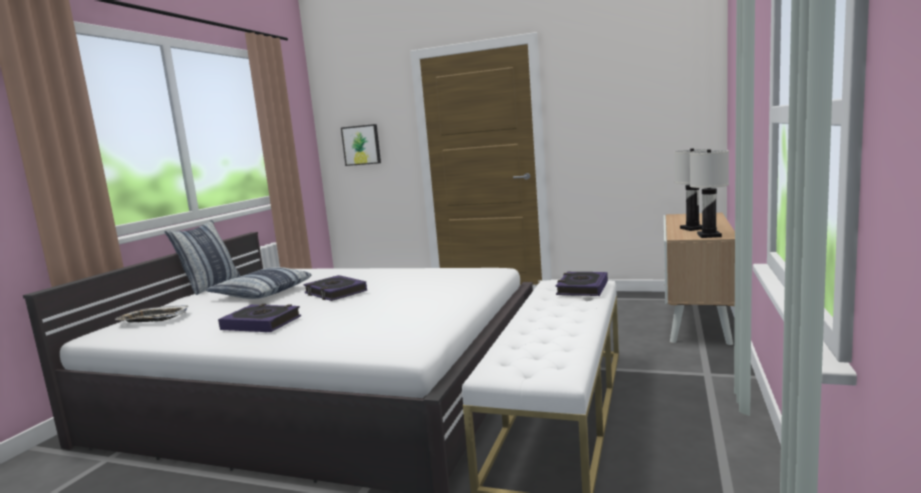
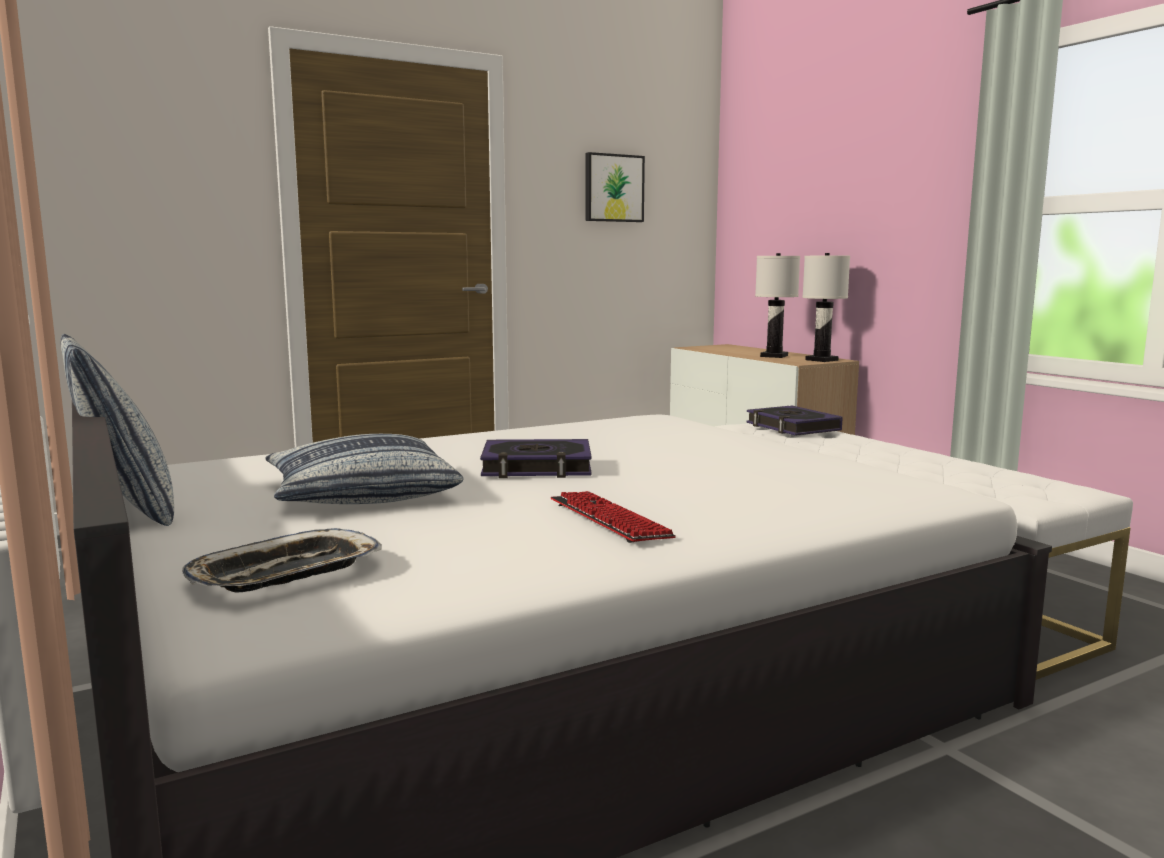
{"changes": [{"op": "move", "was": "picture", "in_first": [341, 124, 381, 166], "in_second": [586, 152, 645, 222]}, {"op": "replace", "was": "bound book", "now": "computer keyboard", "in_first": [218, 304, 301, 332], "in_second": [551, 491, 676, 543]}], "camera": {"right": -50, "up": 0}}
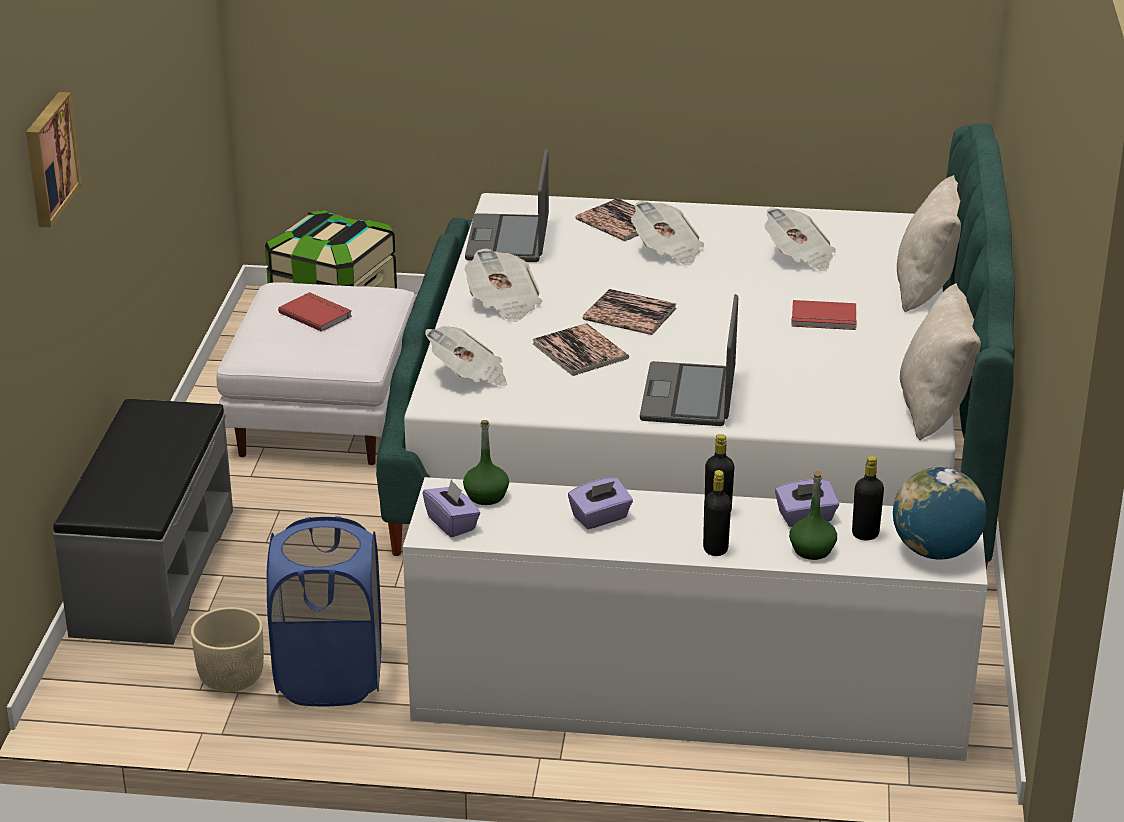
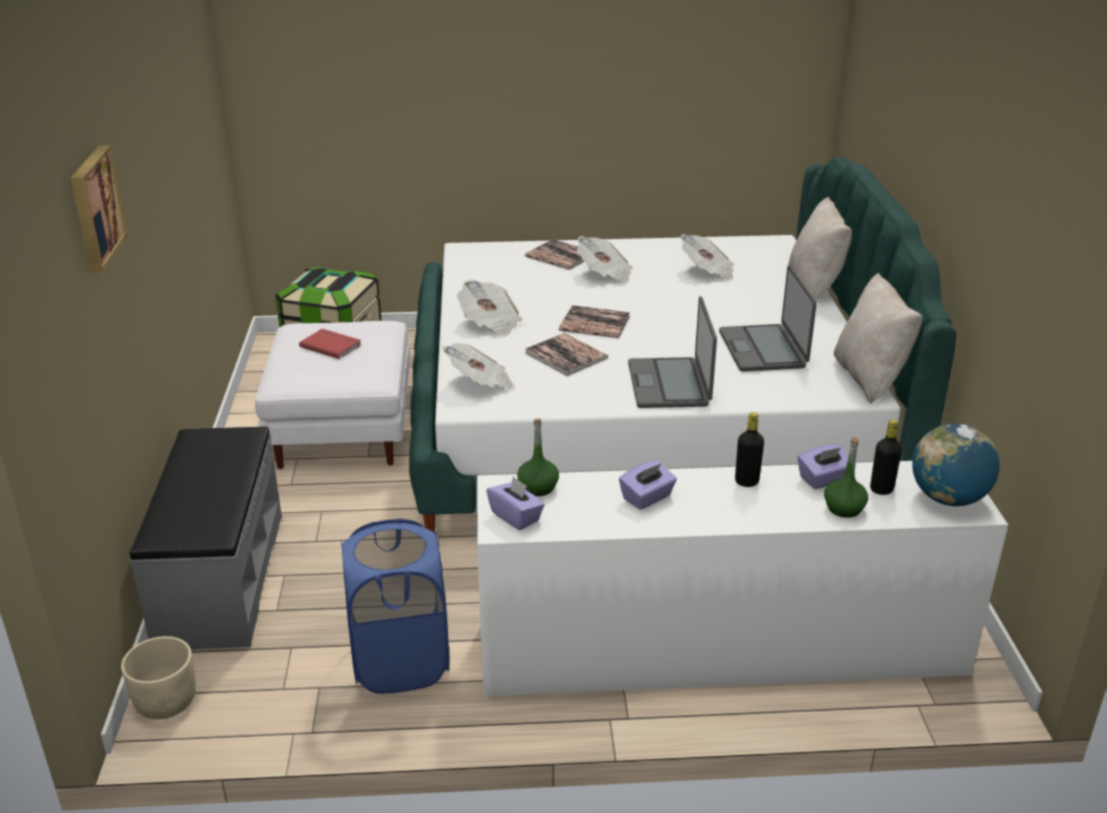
{"changes": [{"op": "delete", "was": "blackish beverage bottle", "in_first": [703, 470, 731, 556]}, {"op": "delete", "was": "red-coloured bound book", "in_first": [791, 300, 857, 330]}, {"op": "move", "was": "beige planter", "in_first": [191, 607, 264, 692], "in_second": [121, 636, 196, 719]}, {"op": "move", "was": "laptop", "in_first": [465, 149, 549, 262], "in_second": [719, 265, 817, 372]}], "camera": {"right": -10, "up": 0}}
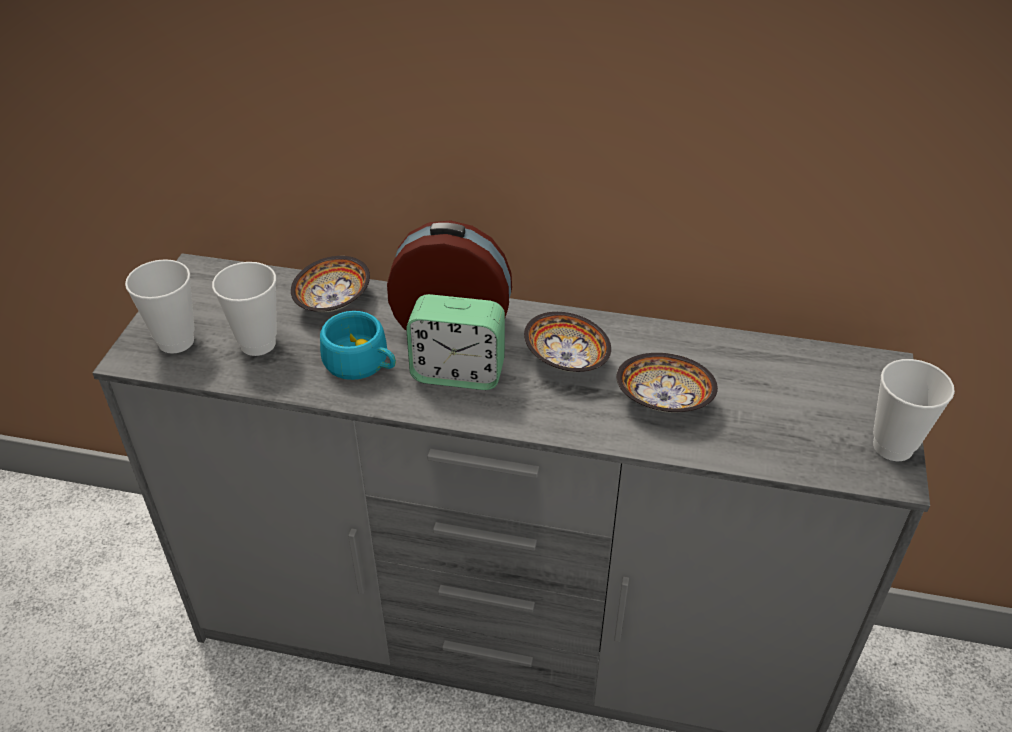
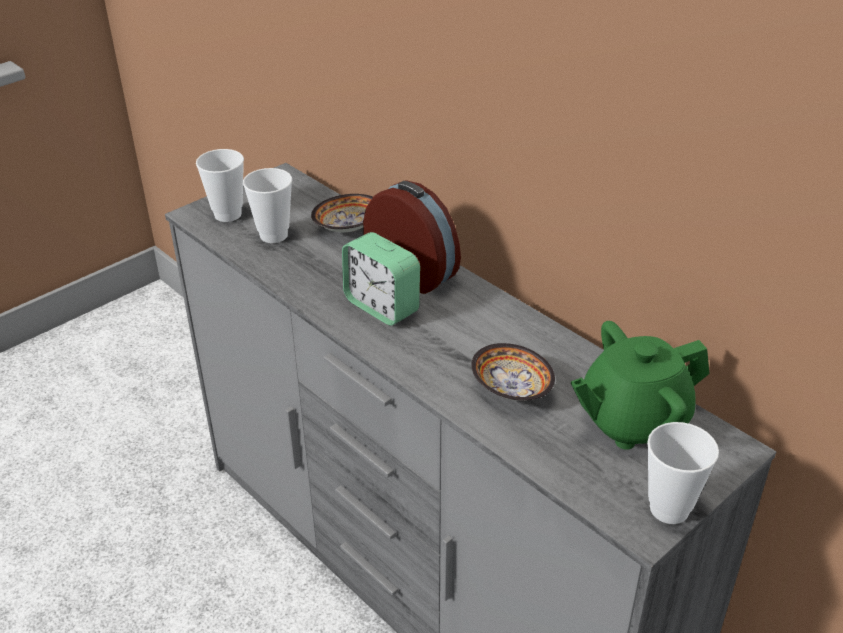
{"changes": [{"op": "delete", "was": "turquoise drinking cup", "in_first": [320, 311, 396, 380]}, {"op": "delete", "was": "serving bowl", "in_first": [524, 312, 611, 372]}, {"op": "insert", "now": "greenish pot for tea", "in_second": [571, 321, 709, 450]}], "camera": {"right": 35, "up": -5}}
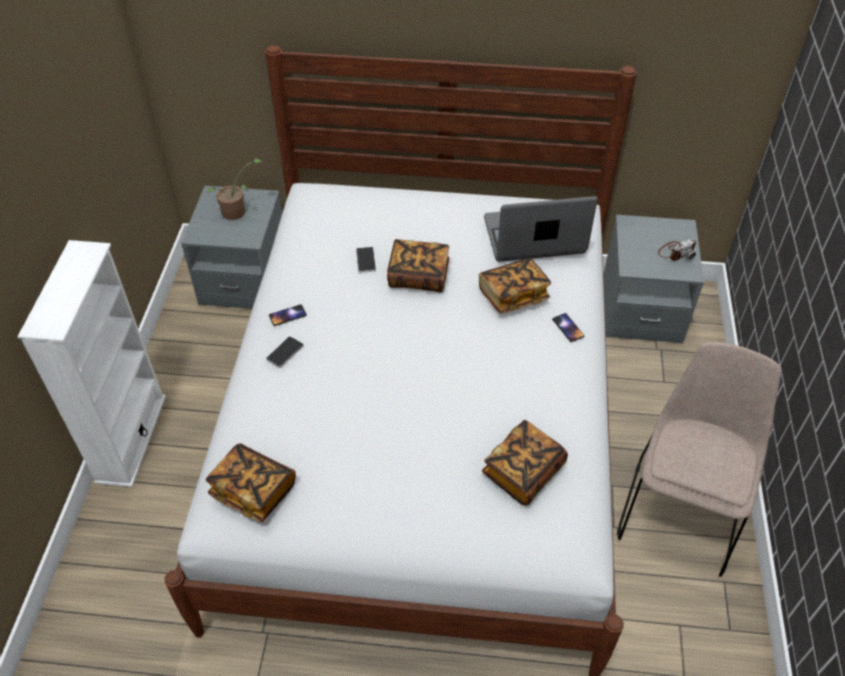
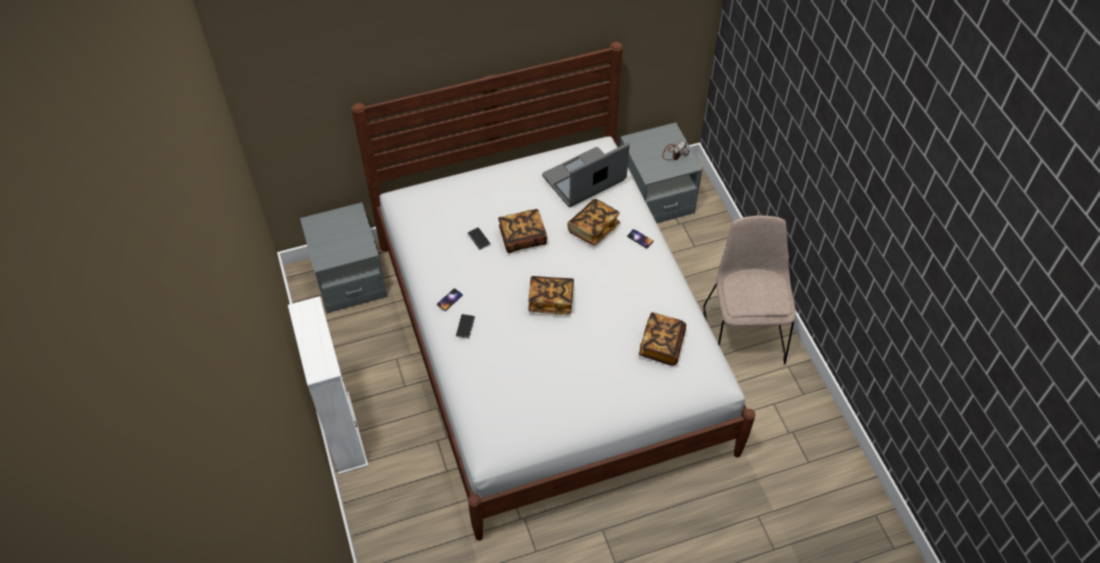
{"changes": [{"op": "delete", "was": "plant in a pot", "in_first": [207, 158, 263, 220]}, {"op": "move", "was": "bound book", "in_first": [206, 443, 296, 522], "in_second": [528, 276, 574, 315]}], "camera": {"right": -25, "up": 5}}
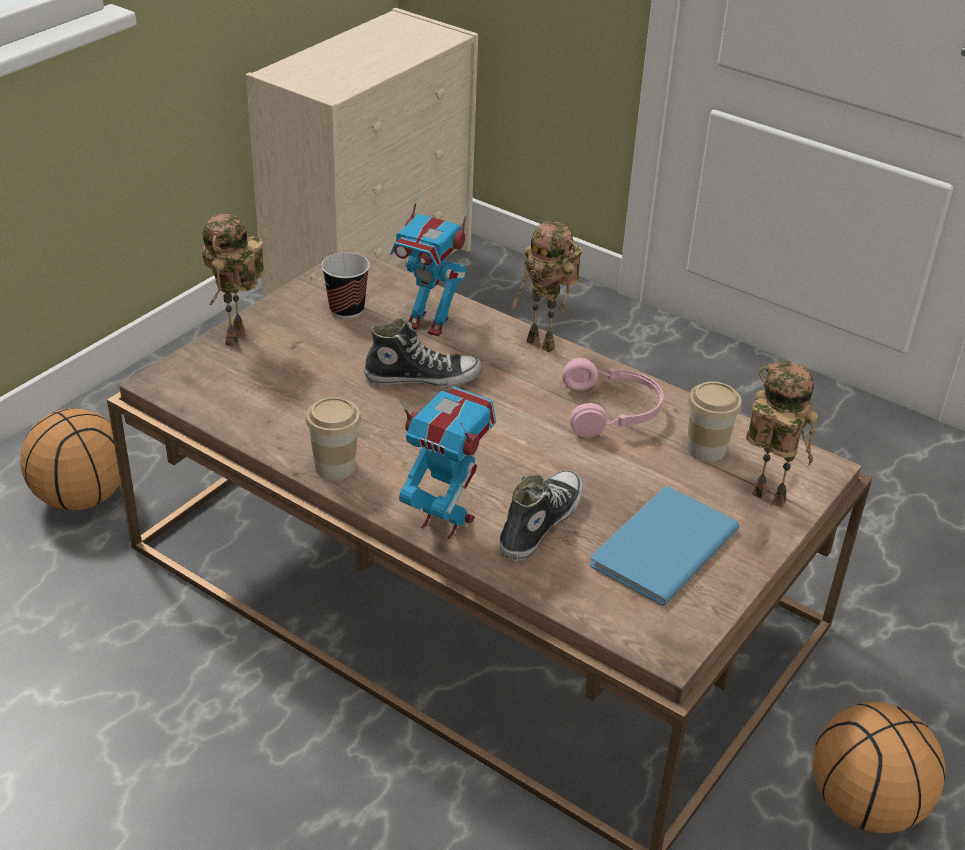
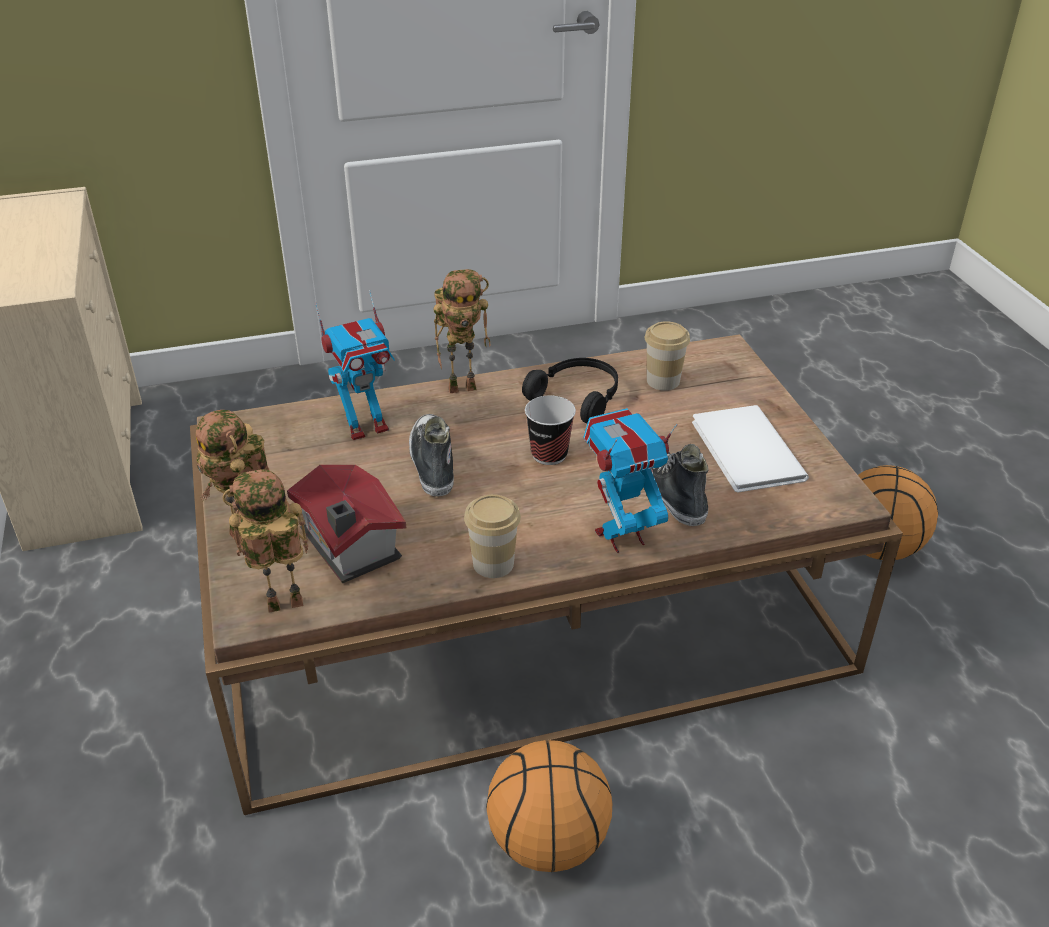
{"changes": [{"op": "insert", "now": "toy house", "in_second": [287, 465, 406, 584]}, {"op": "move", "was": "ball for basketball", "in_first": [20, 408, 121, 510], "in_second": [486, 740, 612, 872]}, {"op": "move", "was": "drinking cup", "in_first": [321, 252, 370, 319], "in_second": [525, 395, 576, 465]}, {"op": "move", "was": "robot figure", "in_first": [746, 361, 818, 508], "in_second": [222, 469, 308, 613]}, {"op": "recolor", "was": "pink-coloured headphones", "now": "blackish headphones", "in_first": [562, 358, 663, 437], "in_second": [522, 358, 618, 423]}, {"op": "recolor", "was": "blue bound book", "now": "whitish bound book", "in_first": [590, 486, 740, 605], "in_second": [692, 405, 809, 492]}, {"op": "rotate", "was": "low shoe", "in_first": [364, 319, 483, 388], "in_second": [409, 414, 454, 497], "clockwise": -45}], "camera": {"right": -50, "up": 0}}
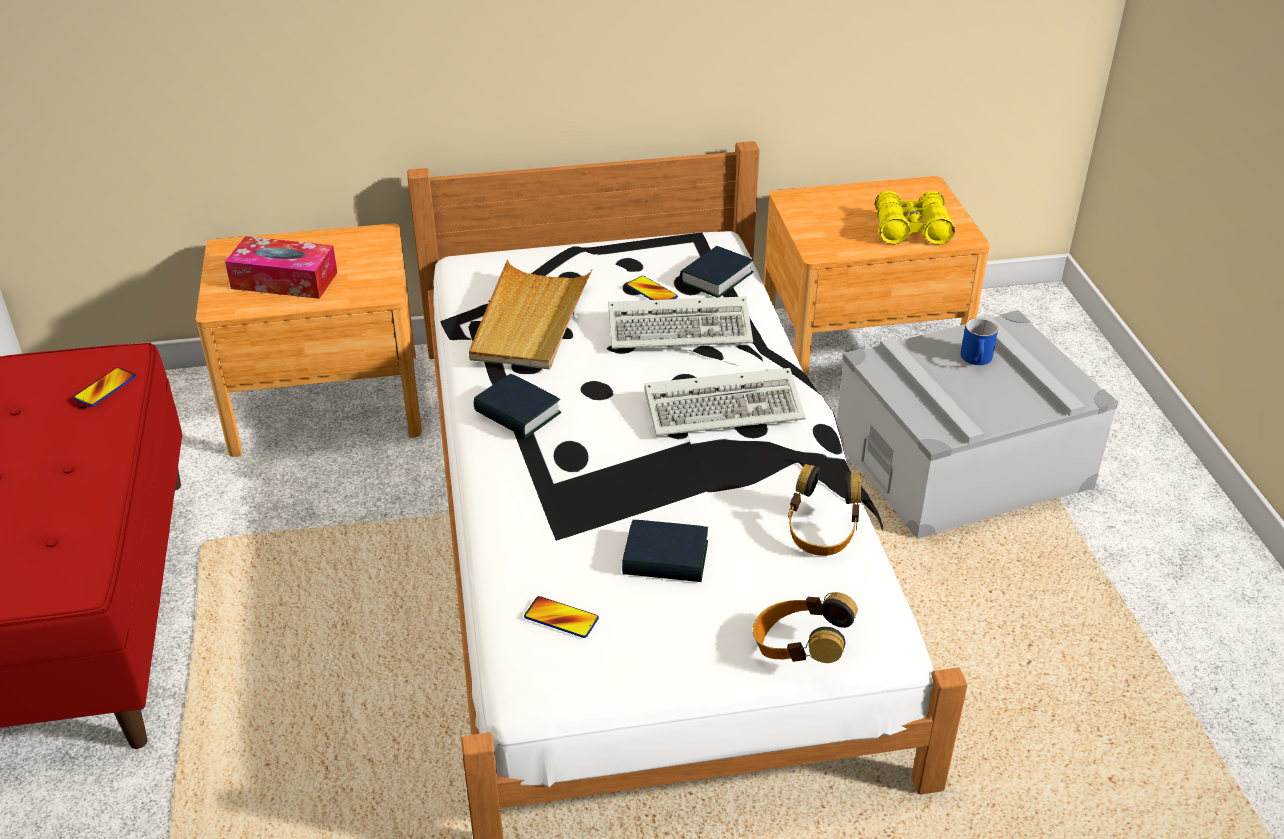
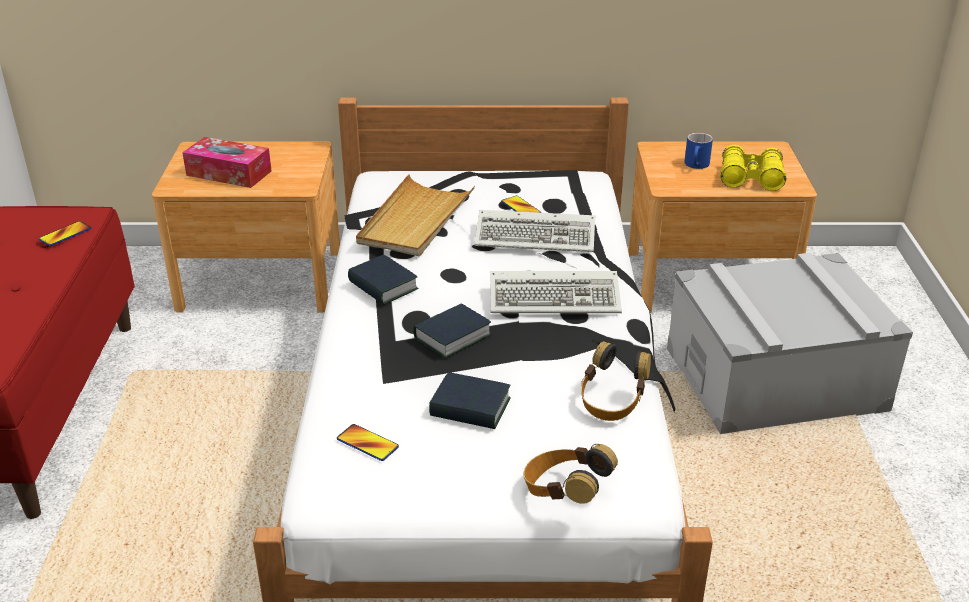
{"changes": [{"op": "move", "was": "bound book", "in_first": [680, 246, 754, 298], "in_second": [413, 303, 492, 358]}, {"op": "move", "was": "blue coffee mug", "in_first": [960, 318, 998, 365], "in_second": [685, 133, 713, 169]}], "camera": {"right": 10, "up": -5}}
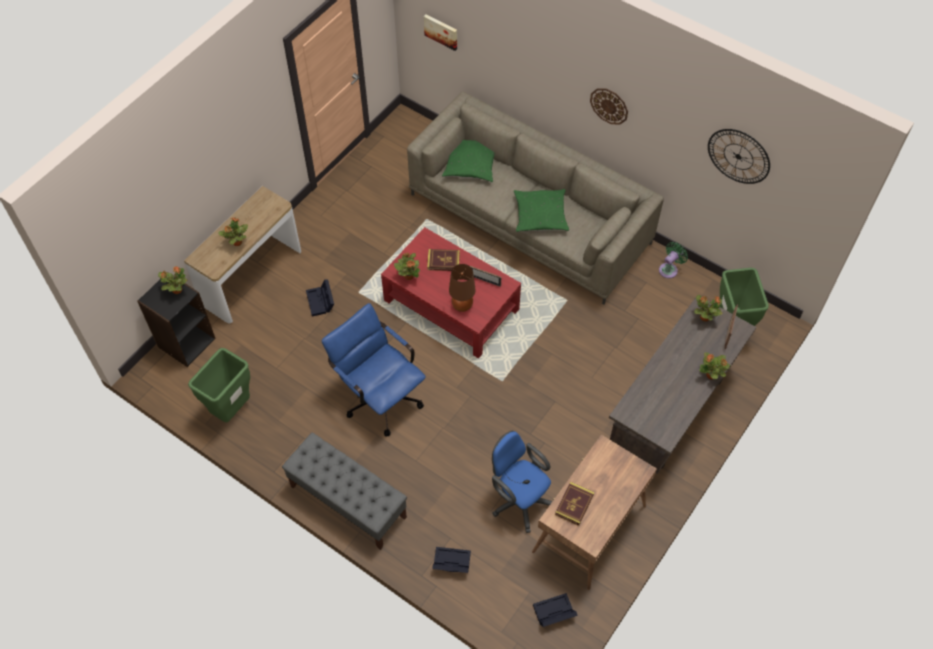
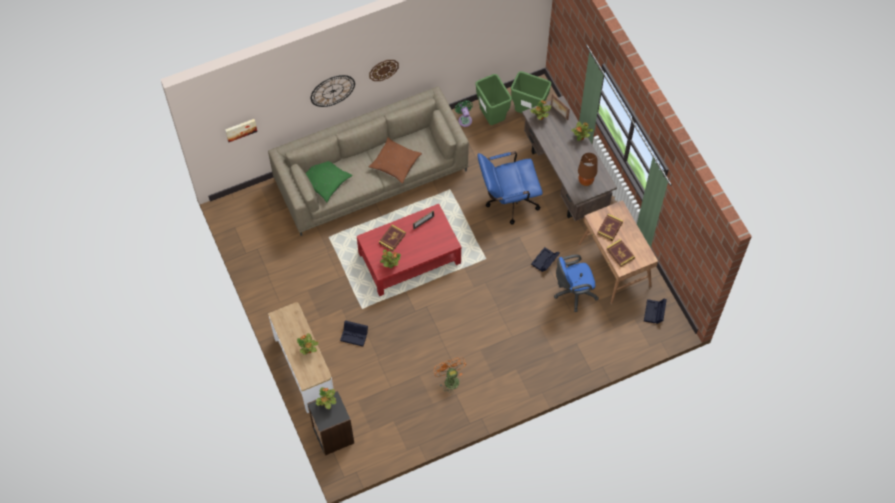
{"changes": [{"op": "delete", "was": "grey bench", "in_first": [282, 433, 407, 550]}, {"op": "insert", "now": "orangey electric fan", "in_second": [433, 358, 466, 394]}, {"op": "insert", "now": "bound book", "in_second": [597, 214, 623, 241]}, {"op": "move", "was": "greenish waste bin", "in_first": [188, 348, 250, 422], "in_second": [475, 74, 512, 125]}, {"op": "move", "was": "blue office chair", "in_first": [322, 303, 426, 436], "in_second": [477, 151, 543, 224]}, {"op": "move", "was": "blackish storage bin", "in_first": [432, 547, 471, 573], "in_second": [531, 247, 560, 272]}, {"op": "move", "was": "brownish tabletop lamp", "in_first": [449, 264, 476, 312], "in_second": [578, 153, 598, 186]}, {"op": "move", "was": "clock on the wall", "in_first": [708, 129, 770, 184], "in_second": [311, 75, 355, 107]}, {"op": "recolor", "was": "greenish cushion", "now": "brownish cushion", "in_first": [514, 189, 569, 232], "in_second": [369, 137, 422, 184]}], "camera": {"right": -60, "up": 5}}
